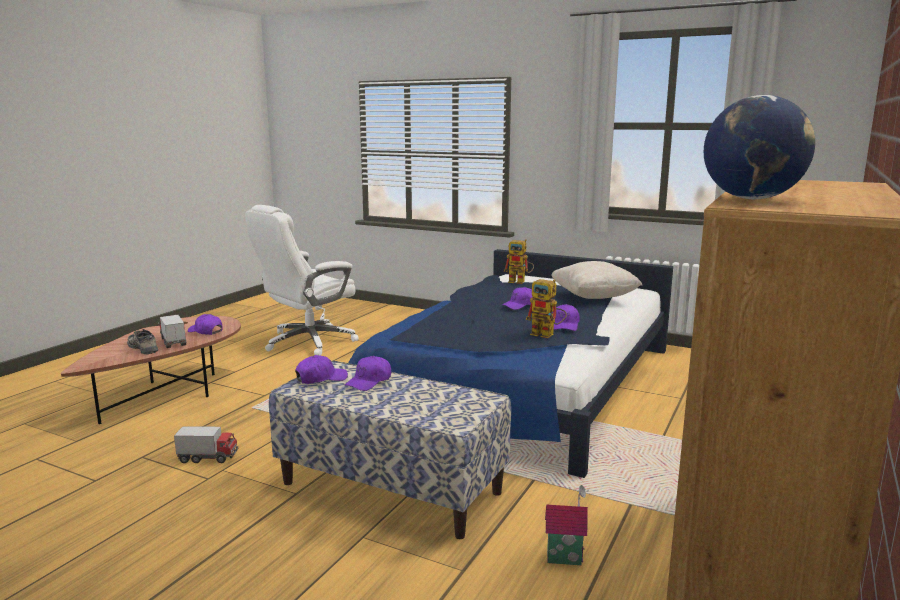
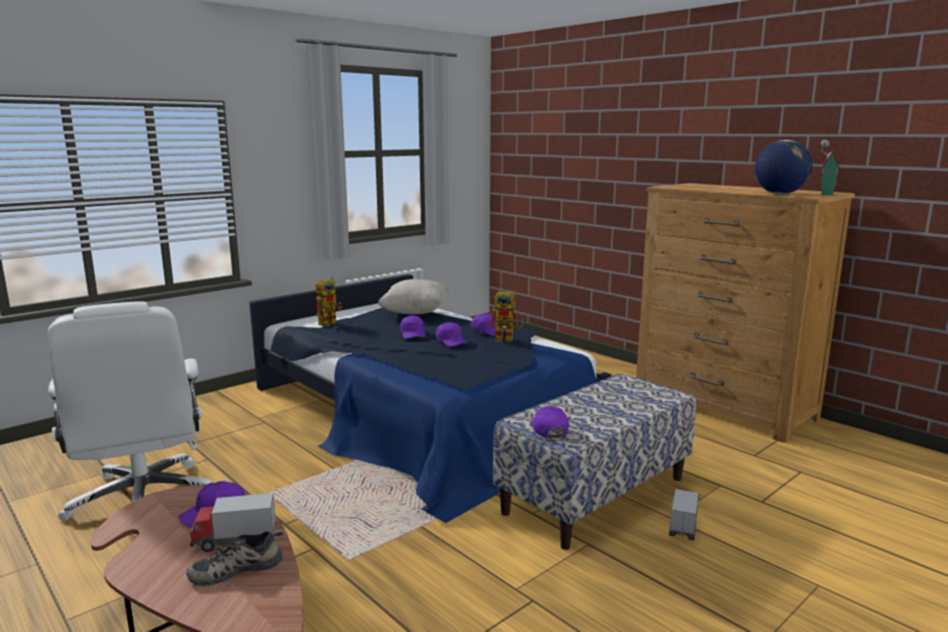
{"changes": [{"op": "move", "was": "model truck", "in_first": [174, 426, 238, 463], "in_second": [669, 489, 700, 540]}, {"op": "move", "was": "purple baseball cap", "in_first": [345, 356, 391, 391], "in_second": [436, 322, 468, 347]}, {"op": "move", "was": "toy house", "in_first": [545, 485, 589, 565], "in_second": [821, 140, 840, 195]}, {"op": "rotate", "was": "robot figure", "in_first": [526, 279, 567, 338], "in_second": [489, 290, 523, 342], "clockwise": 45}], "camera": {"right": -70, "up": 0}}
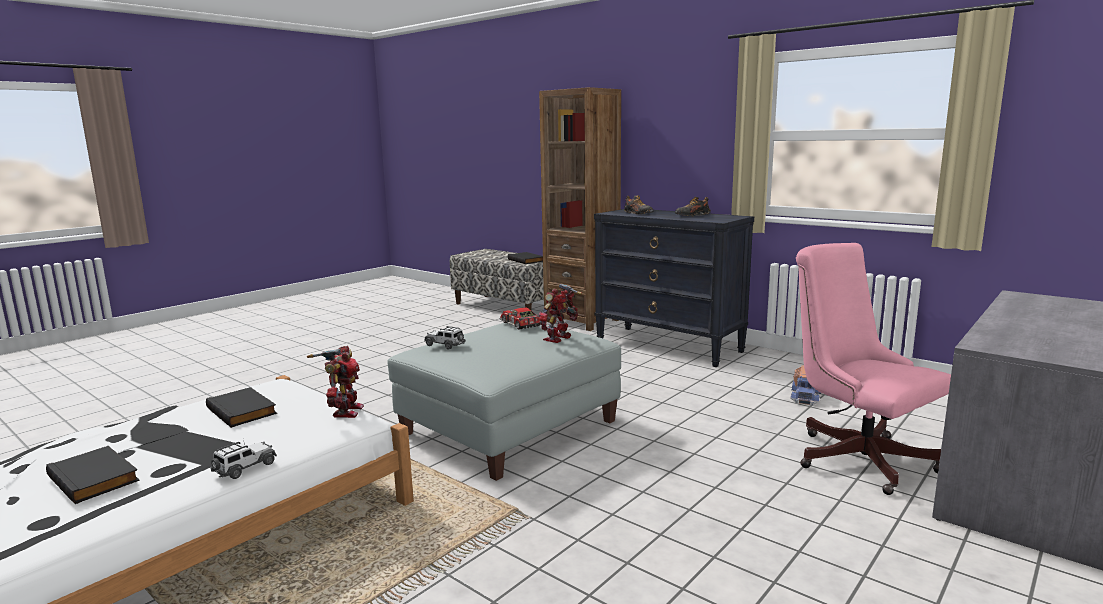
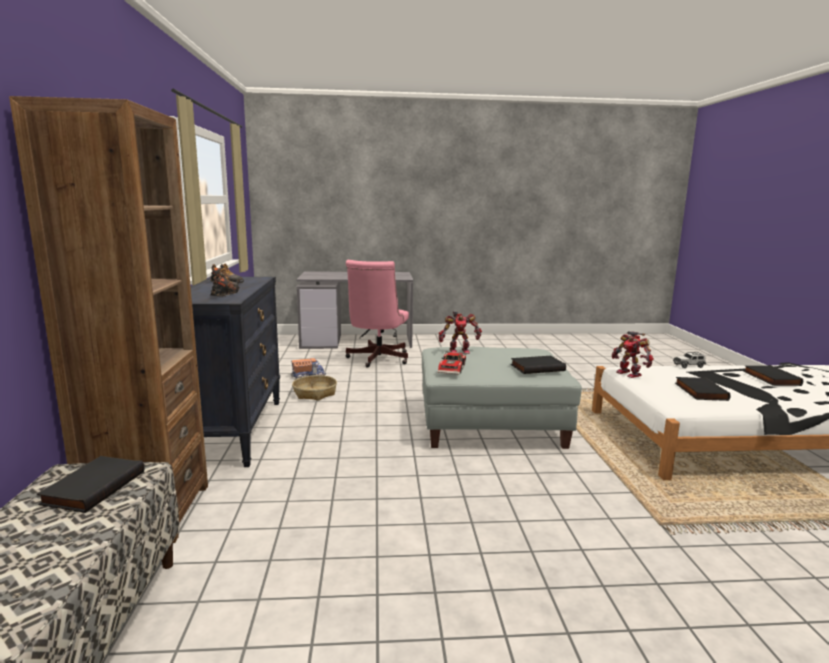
{"changes": [{"op": "insert", "now": "storage basket", "in_second": [292, 375, 337, 401]}, {"op": "replace", "was": "miniature car", "now": "blackish bound book", "in_first": [424, 326, 466, 349], "in_second": [511, 356, 566, 374]}, {"op": "rotate", "was": "robot figure", "in_first": [307, 346, 364, 418], "in_second": [611, 331, 654, 378], "clockwise": -75}], "camera": {"right": -135, "up": 0}}
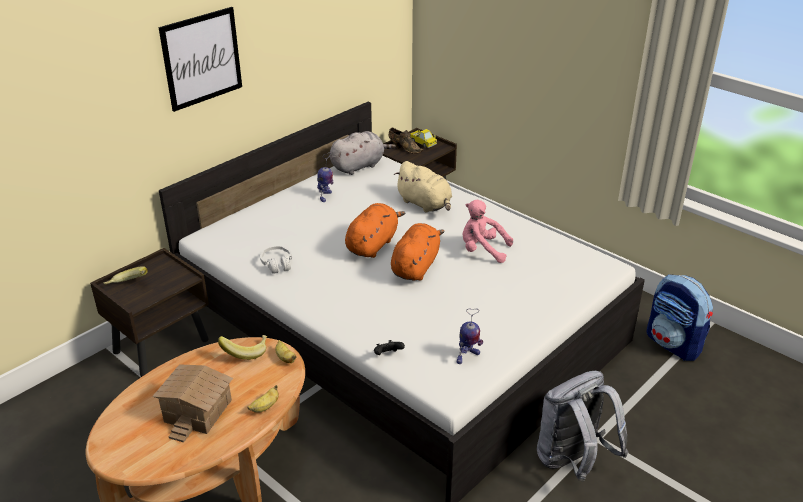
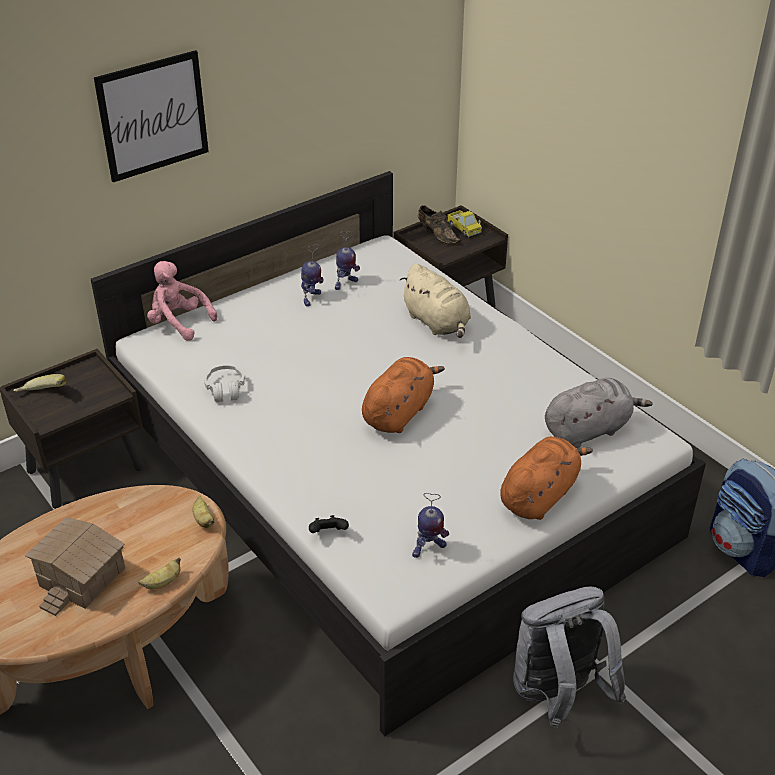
{"changes": [{"op": "delete", "was": "banana fruit", "in_first": [218, 335, 267, 360]}, {"op": "insert", "now": "robot figure", "in_second": [335, 231, 360, 290]}, {"op": "move", "was": "grey plush toy", "in_first": [330, 131, 396, 175], "in_second": [545, 378, 653, 448]}, {"op": "move", "was": "orangey plush toy", "in_first": [345, 203, 405, 258], "in_second": [500, 436, 593, 520]}, {"op": "move", "was": "pink-coloured plush toy", "in_first": [463, 200, 513, 263], "in_second": [147, 261, 217, 341]}], "camera": {"right": 10, "up": 5}}
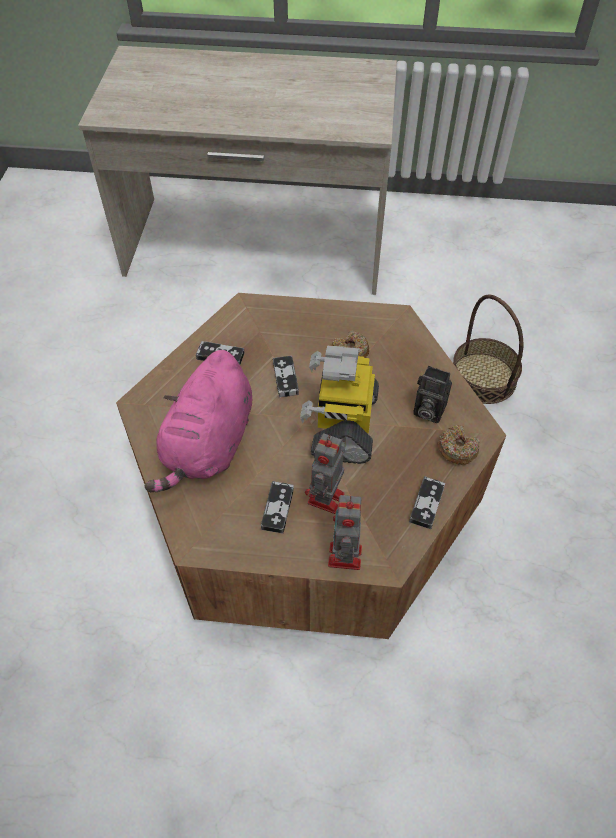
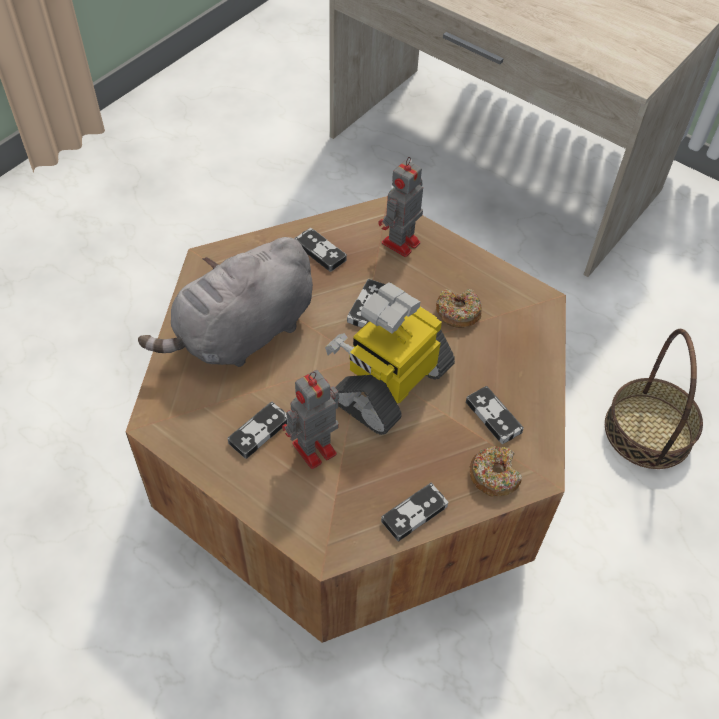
{"changes": [{"op": "move", "was": "robot figure", "in_first": [328, 495, 362, 570], "in_second": [378, 157, 423, 257]}, {"op": "replace", "was": "photo camera", "now": "joypad", "in_first": [413, 366, 452, 423], "in_second": [466, 386, 524, 444]}, {"op": "recolor", "was": "pink-coloured plush toy", "now": "grey plush toy", "in_first": [144, 350, 252, 493], "in_second": [138, 237, 313, 367]}], "camera": {"right": 30, "up": 0}}
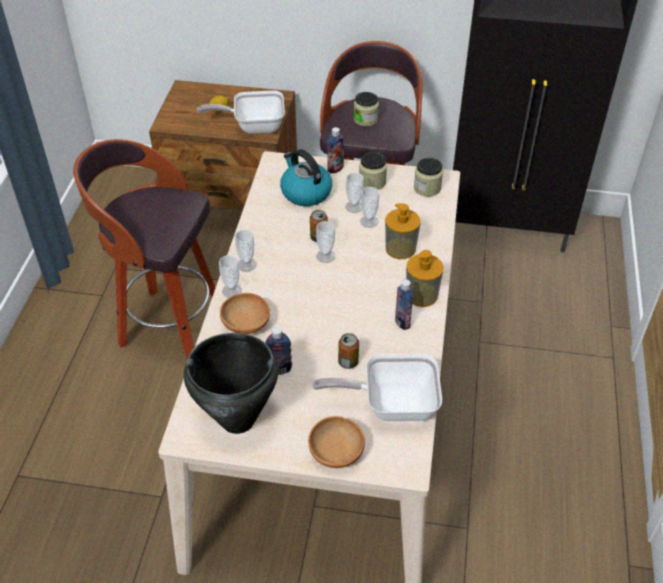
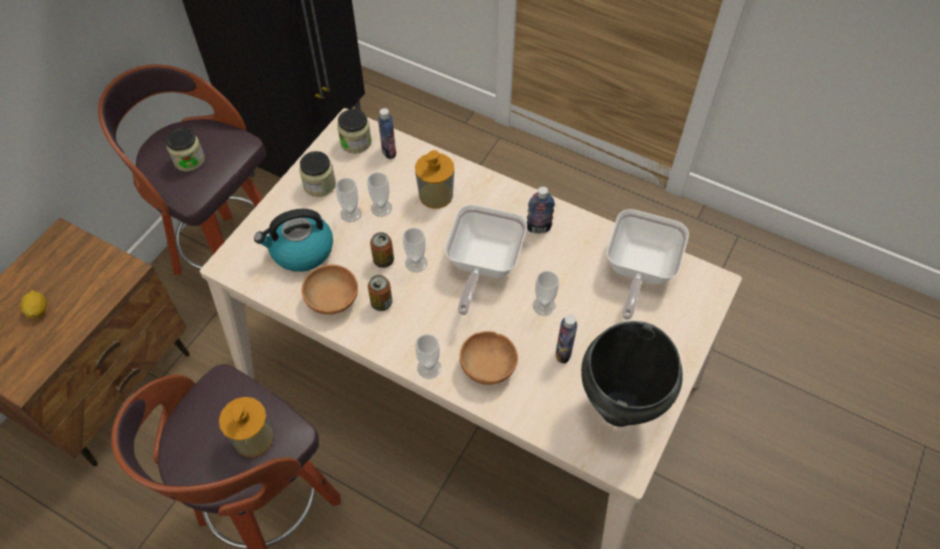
{"changes": [{"op": "move", "was": "pan", "in_first": [197, 90, 285, 134], "in_second": [445, 205, 527, 315]}, {"op": "move", "was": "drinking cup", "in_first": [235, 230, 256, 272], "in_second": [533, 271, 559, 316]}, {"op": "move", "was": "brownish serving bowl", "in_first": [308, 416, 365, 468], "in_second": [302, 265, 358, 315]}, {"op": "move", "was": "beverage bottle", "in_first": [327, 127, 344, 174], "in_second": [378, 108, 396, 159]}, {"op": "move", "was": "metal can", "in_first": [338, 333, 359, 369], "in_second": [368, 275, 392, 311]}, {"op": "move", "was": "liquid soap bottle", "in_first": [406, 250, 444, 307], "in_second": [219, 397, 273, 457]}], "camera": {"right": -70, "up": 10}}
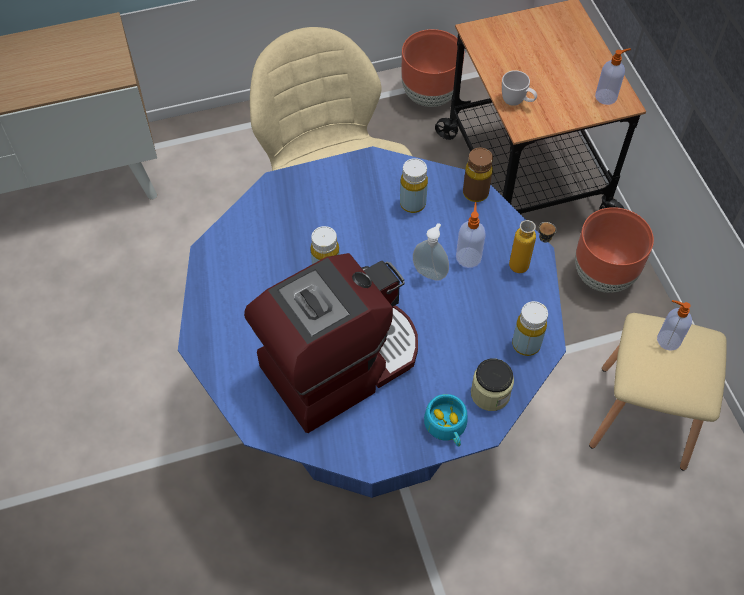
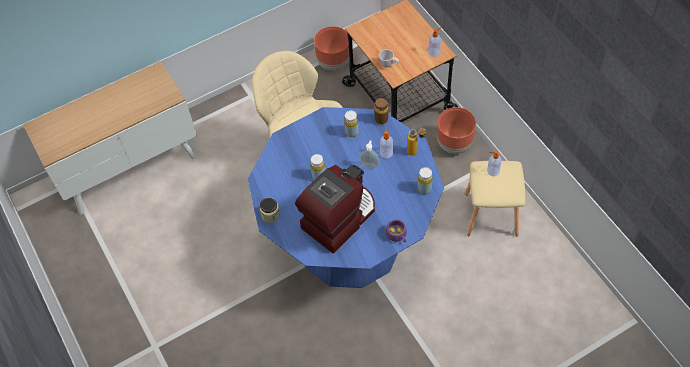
{"changes": [{"op": "move", "was": "preserve jar", "in_first": [471, 359, 514, 411], "in_second": [259, 198, 280, 223]}, {"op": "recolor", "was": "turquoise drinking cup", "now": "purple drinking cup", "in_first": [424, 394, 468, 446], "in_second": [386, 220, 406, 242]}], "camera": {"right": -10, "up": 0}}
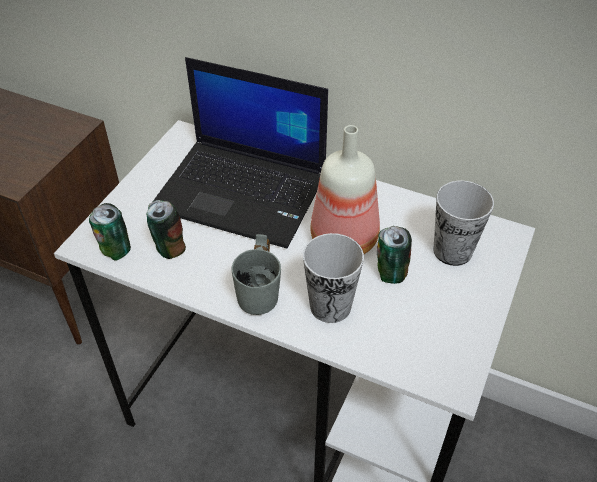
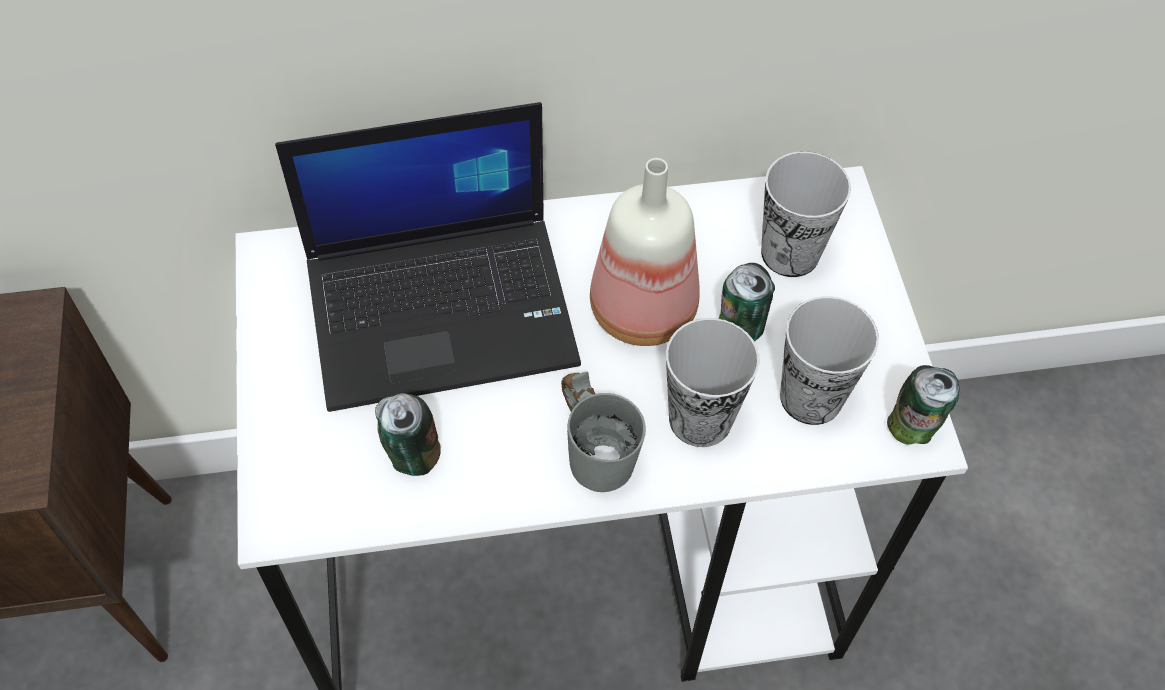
{"changes": [{"op": "insert", "now": "drinking cup", "in_second": [780, 296, 879, 425]}, {"op": "move", "was": "metal can", "in_first": [89, 203, 131, 261], "in_second": [887, 365, 960, 445]}], "camera": {"right": -35, "up": 10}}
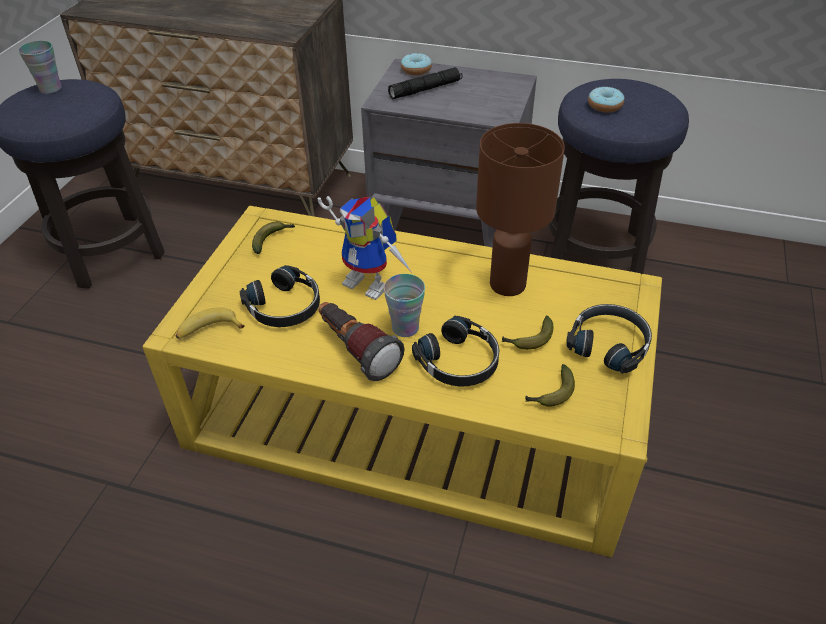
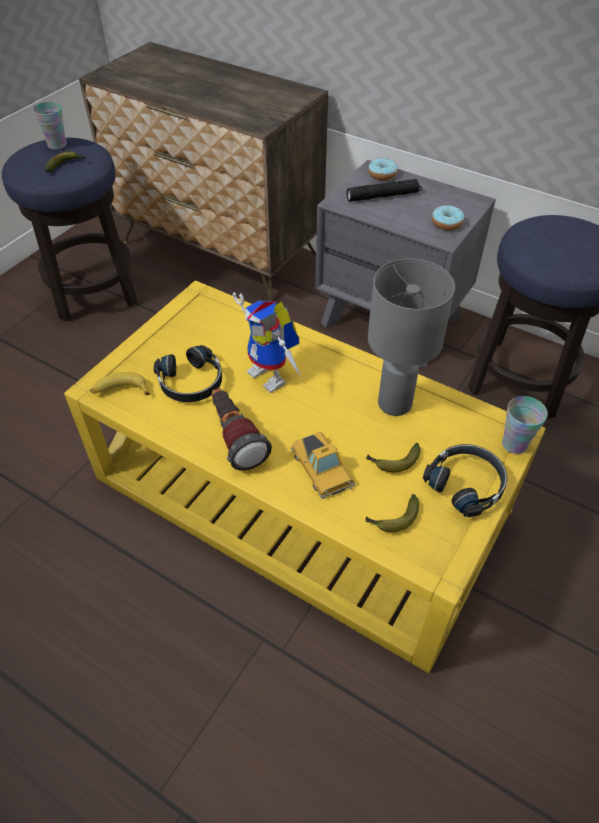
{"changes": [{"op": "move", "was": "banana fruit", "in_first": [252, 222, 295, 254], "in_second": [45, 151, 86, 172]}, {"op": "move", "was": "drinking cup", "in_first": [384, 274, 425, 337], "in_second": [502, 396, 548, 454]}, {"op": "move", "was": "doughnut", "in_first": [588, 87, 624, 112], "in_second": [432, 205, 464, 230]}, {"op": "replace", "was": "blackish headphones", "now": "miniature car", "in_first": [412, 316, 499, 386], "in_second": [291, 432, 355, 499]}, {"op": "recolor", "was": "brownish tabletop lamp", "now": "grey tabletop lamp", "in_first": [476, 123, 565, 296], "in_second": [368, 258, 455, 416]}], "camera": {"right": 15, "up": 5}}
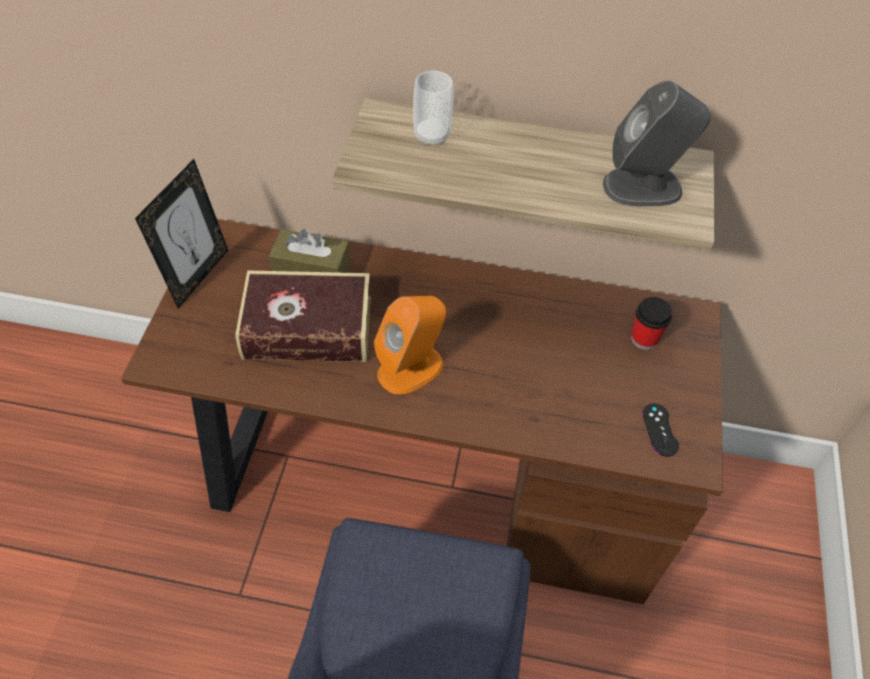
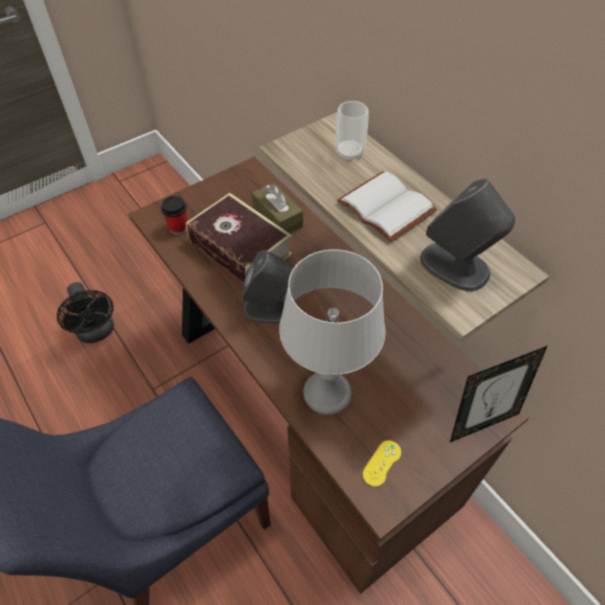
{"changes": [{"op": "insert", "now": "blackish electric fan", "in_second": [57, 282, 114, 343]}, {"op": "insert", "now": "grey tabletop lamp", "in_second": [279, 250, 386, 415]}, {"op": "insert", "now": "whitish bound book", "in_second": [337, 171, 437, 242]}, {"op": "move", "was": "picture frame", "in_first": [135, 159, 228, 309], "in_second": [450, 346, 547, 442]}, {"op": "move", "was": "drinking cup", "in_first": [631, 297, 672, 350], "in_second": [161, 196, 188, 235]}, {"op": "recolor", "was": "orangey loudspeaker", "now": "grey loudspeaker", "in_first": [374, 296, 446, 395], "in_second": [242, 250, 295, 324]}, {"op": "recolor", "was": "blackish joypad", "now": "yellow-coloured joypad", "in_first": [642, 403, 679, 457], "in_second": [362, 440, 401, 487]}], "camera": {"right": 45, "up": 0}}
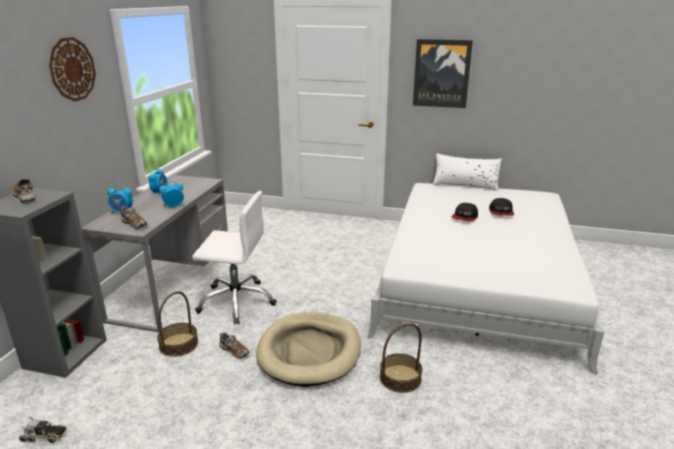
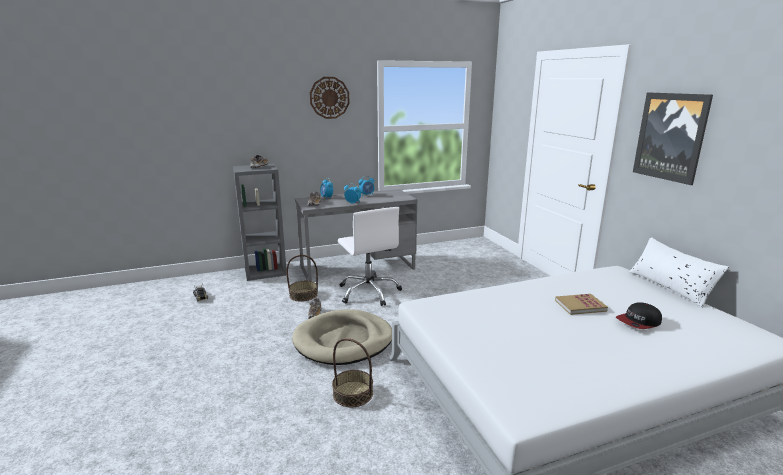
{"changes": [{"op": "replace", "was": "baseball cap", "now": "bound book", "in_first": [451, 203, 478, 221], "in_second": [555, 294, 608, 315]}], "camera": {"right": 55, "up": -5}}
